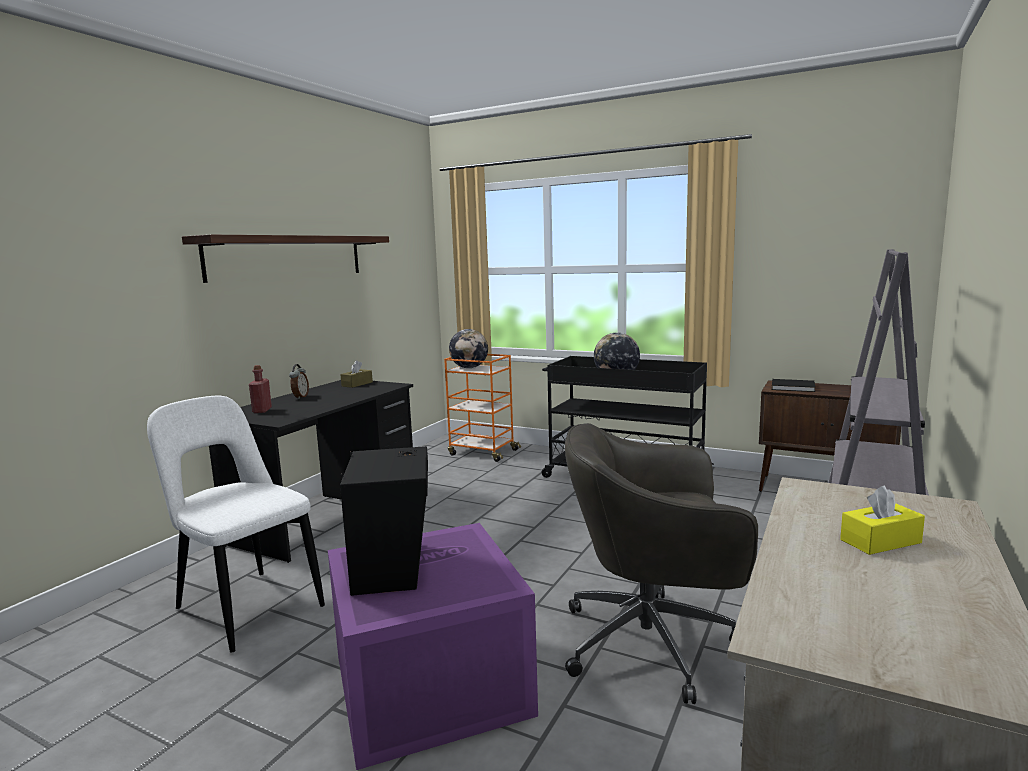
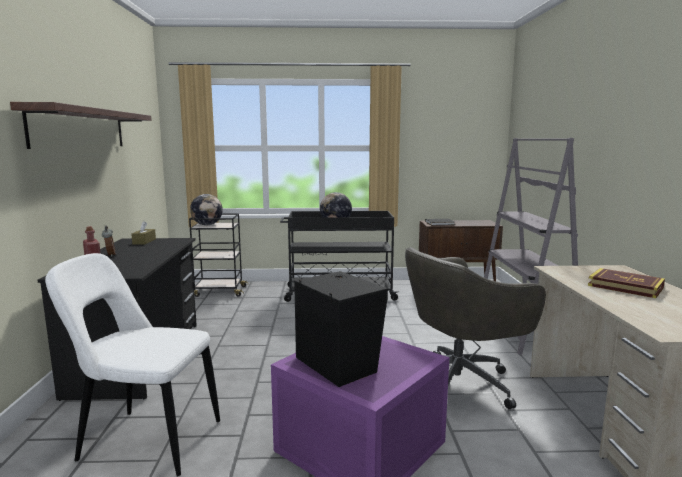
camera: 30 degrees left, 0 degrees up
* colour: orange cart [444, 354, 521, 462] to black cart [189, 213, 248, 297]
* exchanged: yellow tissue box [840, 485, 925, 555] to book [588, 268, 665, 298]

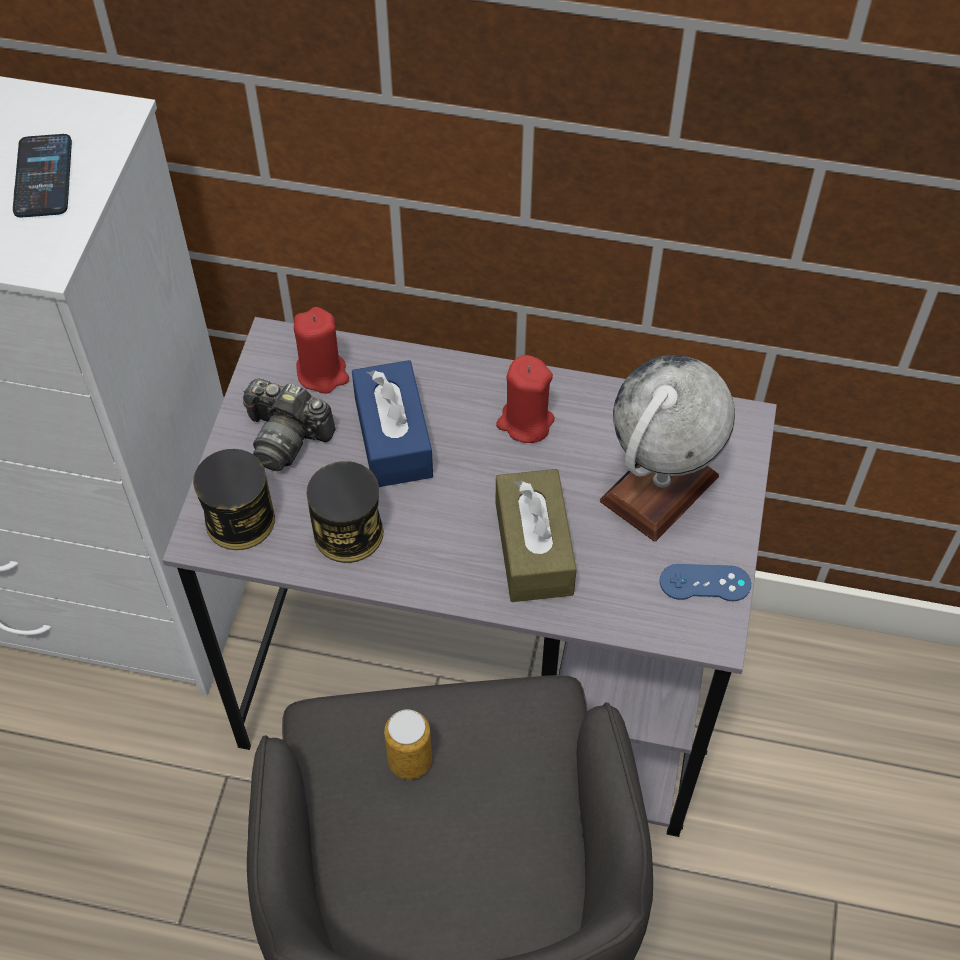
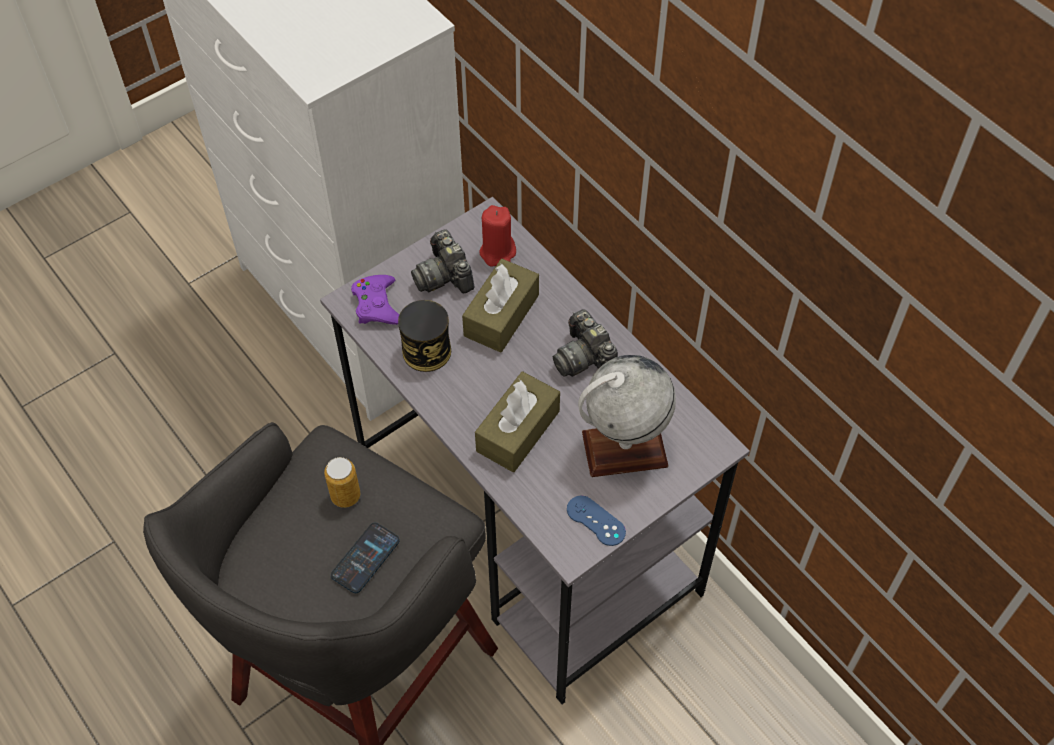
camera: 40 degrees right, 0 degrees up
* relocated: phone [13, 134, 72, 217] to [331, 523, 400, 593]
* exchanged: can [193, 449, 275, 550] to purple game controller [351, 275, 399, 325]
* colour: blue tissue box [352, 360, 433, 487] to brown tissue box [462, 259, 539, 353]
* exchanged: red candle [496, 355, 555, 443] to photo camera [553, 310, 618, 377]

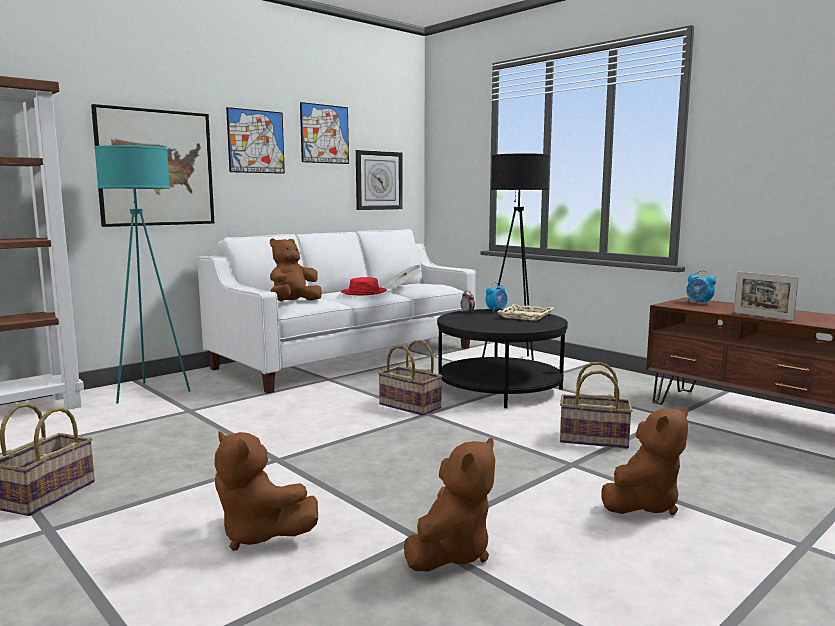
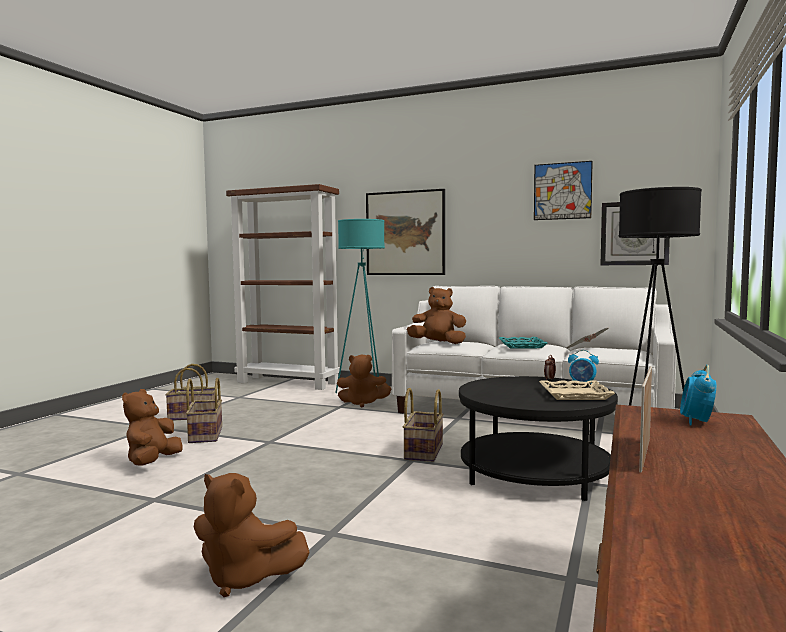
camera: 65 degrees right, 5 degrees down
* missing: picture [226, 107, 285, 174]
* exchanged: red hat [341, 277, 387, 295] to turquoise tray [499, 337, 547, 349]
* relocated: brown plush toy [404, 438, 495, 572] to [337, 354, 391, 408]
* relocated: basket [560, 362, 633, 449] to [186, 378, 222, 443]

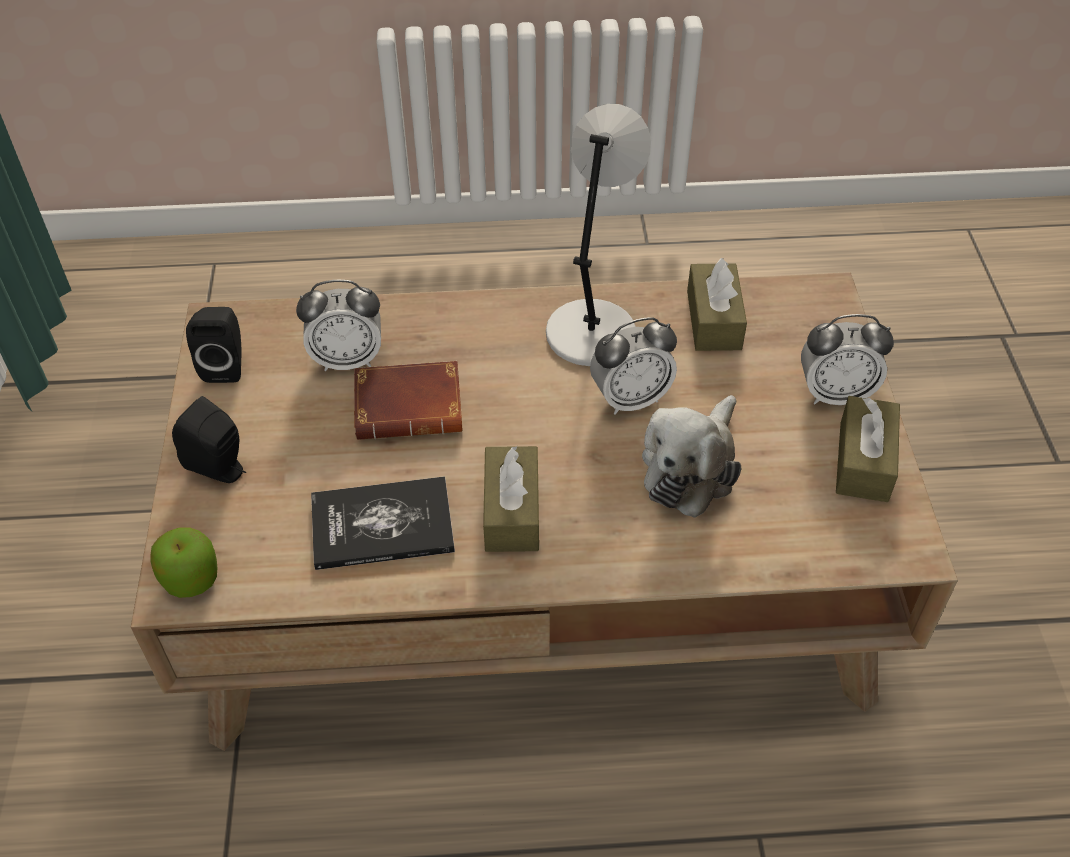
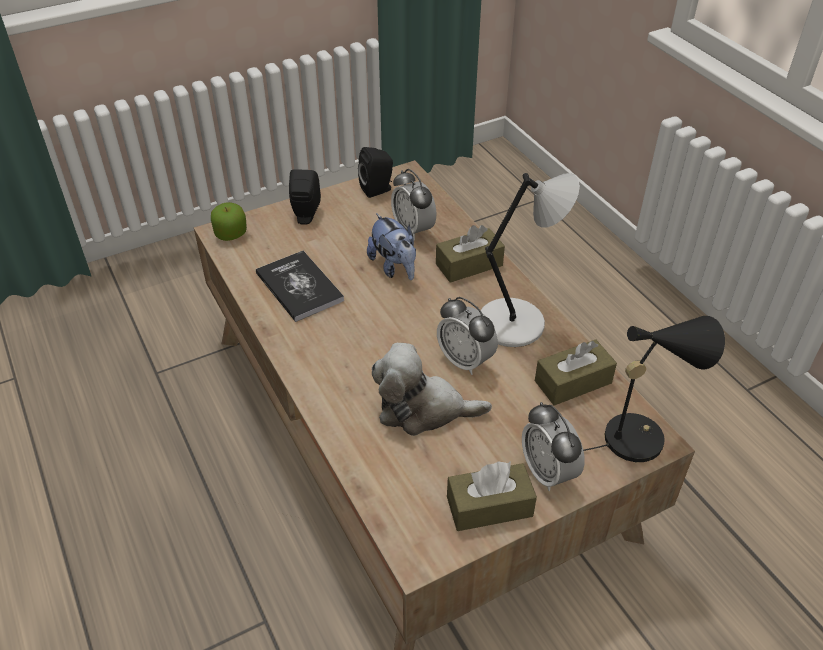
camera: 65 degrees right, 5 degrees down
* exchanged: brown book [354, 361, 463, 440] to plush toy [367, 213, 416, 280]
* relocated: brown tissue box [483, 446, 539, 552] to [436, 225, 505, 283]
* appeared: black table lamp [583, 316, 725, 462]

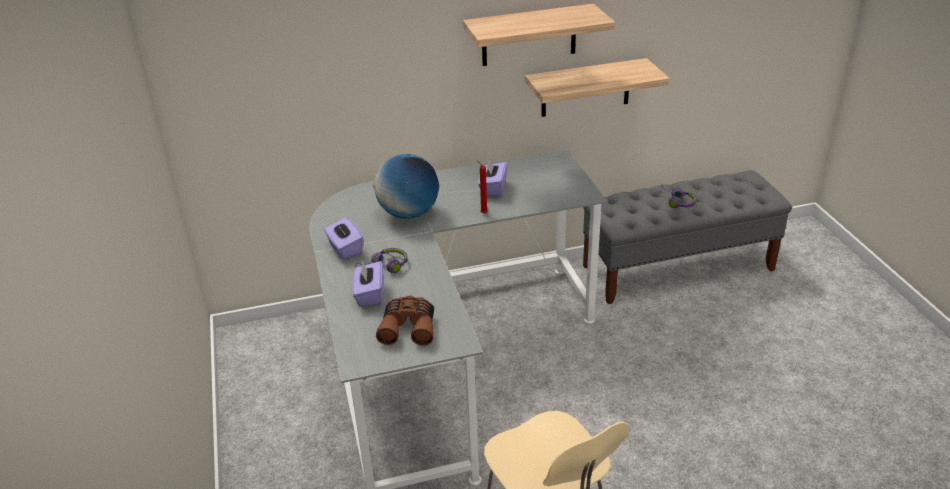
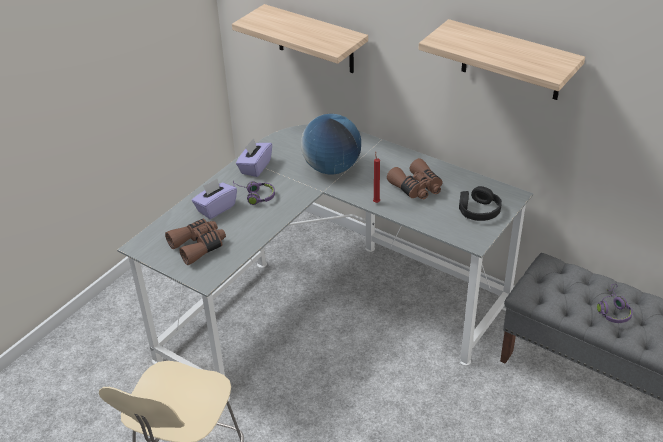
camera: 50 degrees right, 5 degrees up
* exchanged: purple tissue box [478, 158, 508, 197] to brown binoculars [387, 158, 442, 199]
* relocated: shelf [525, 58, 670, 117] to [232, 4, 368, 73]
* appeared: black headphones [459, 186, 502, 221]

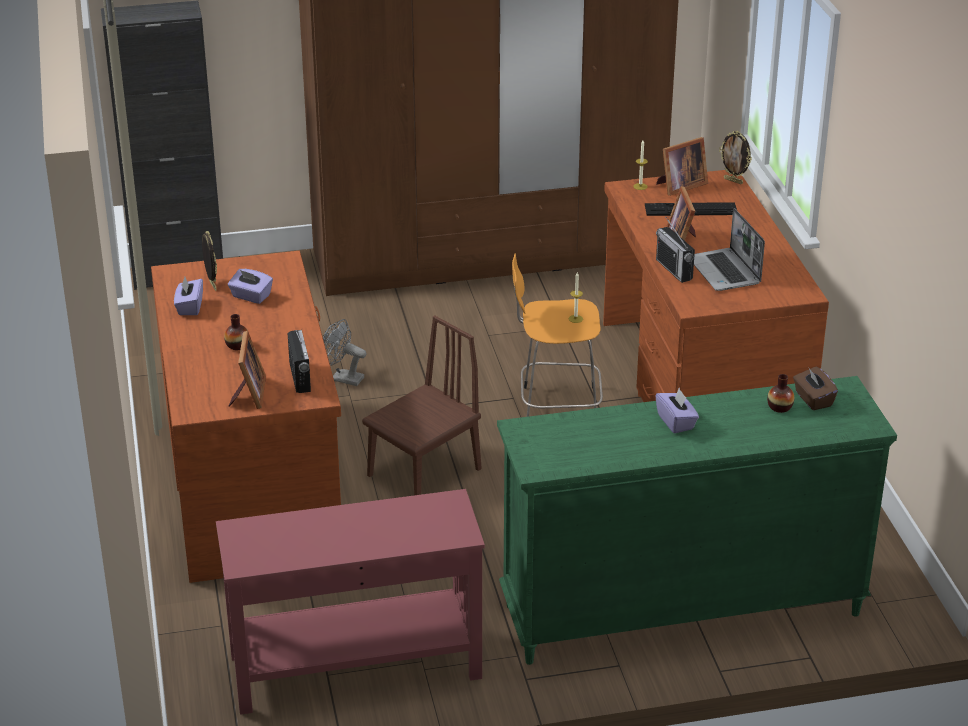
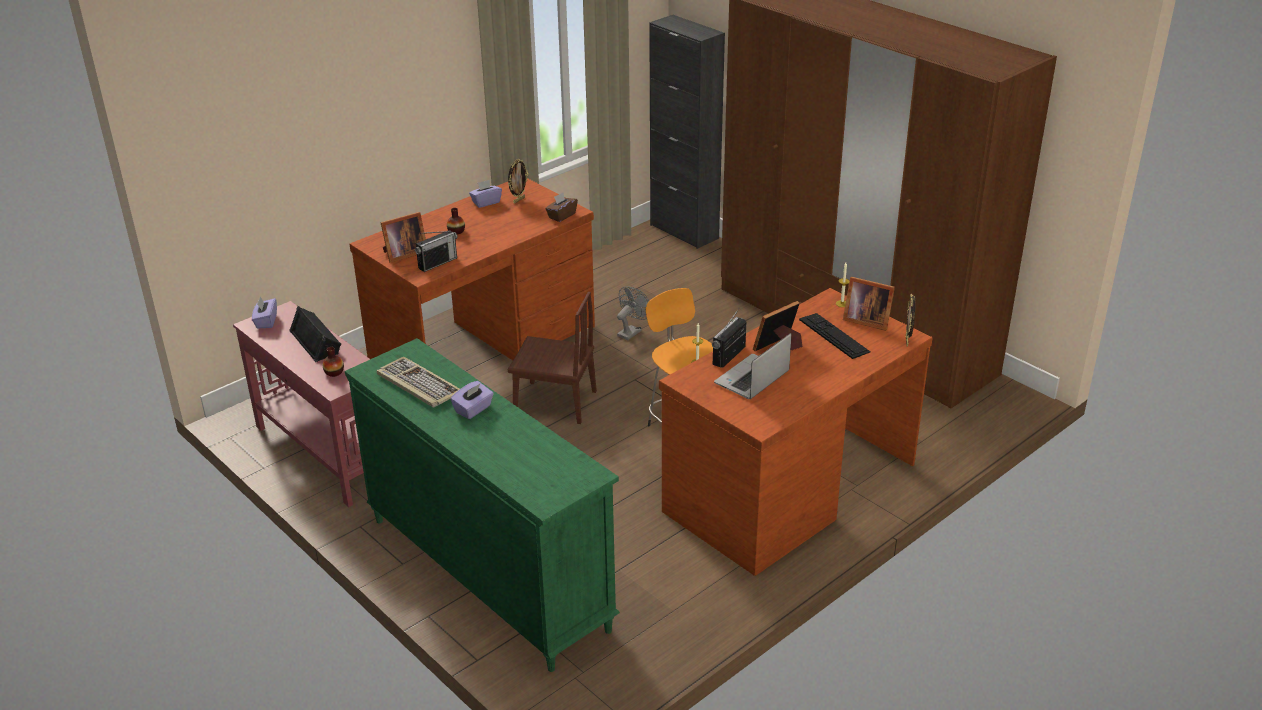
camera: 60 degrees right, 0 degrees up
* relocated: purple tissue box [228, 269, 273, 304] to [252, 297, 277, 328]
* spun: grey fan [323, 319, 367, 386] = [617, 286, 649, 340] 45 degrees clockwise
* relocated: vase [767, 374, 794, 413] to [323, 347, 344, 377]
* relocated: brown tissue box [793, 367, 838, 410] to [545, 193, 578, 222]
* appeared: black speaker [289, 306, 341, 362]
* appeared: keyboard [377, 357, 460, 408]

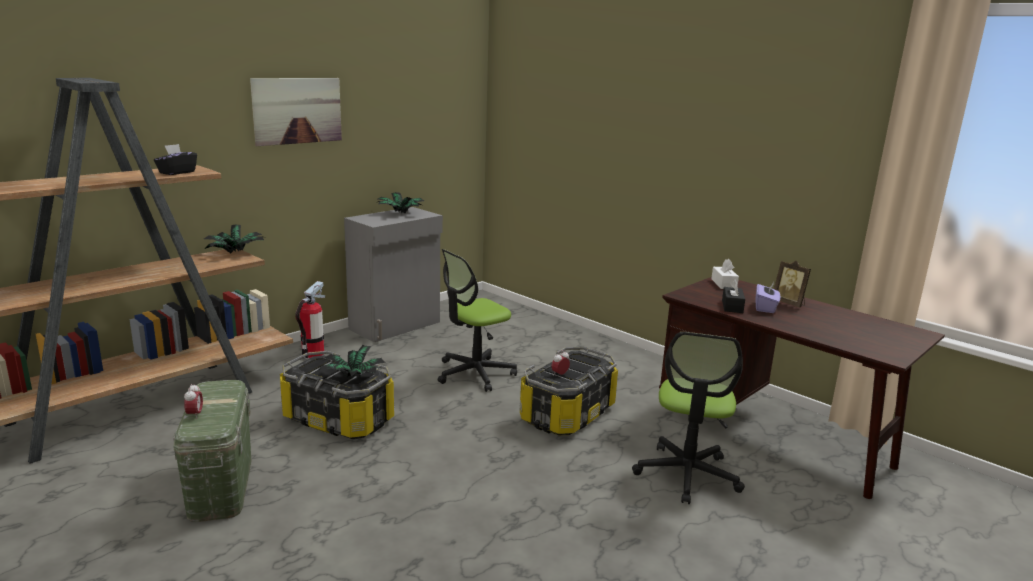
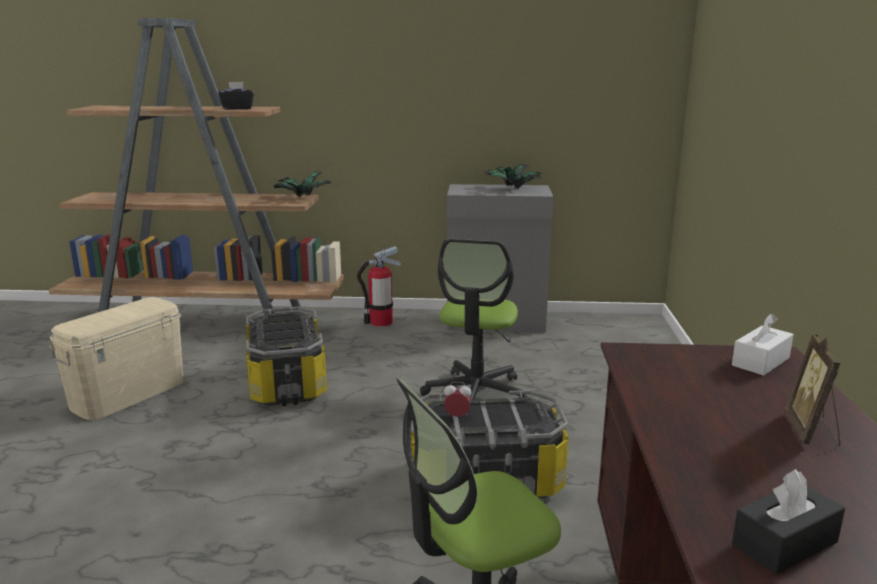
camera: 50 degrees right, 0 degrees up
* colour: green storage box [173, 380, 251, 522] to beige storage box [49, 297, 184, 420]
* missing: alarm clock [184, 383, 203, 419]
* missing: picture [250, 78, 342, 146]
* missing: potted plant [318, 345, 386, 378]
* spun: office chair [438, 249, 517, 392] = [420, 239, 529, 399] 90 degrees counterclockwise
* relocated: black tissue box [722, 279, 745, 313] to [732, 469, 845, 575]
* missing: purple tissue box [756, 282, 780, 313]

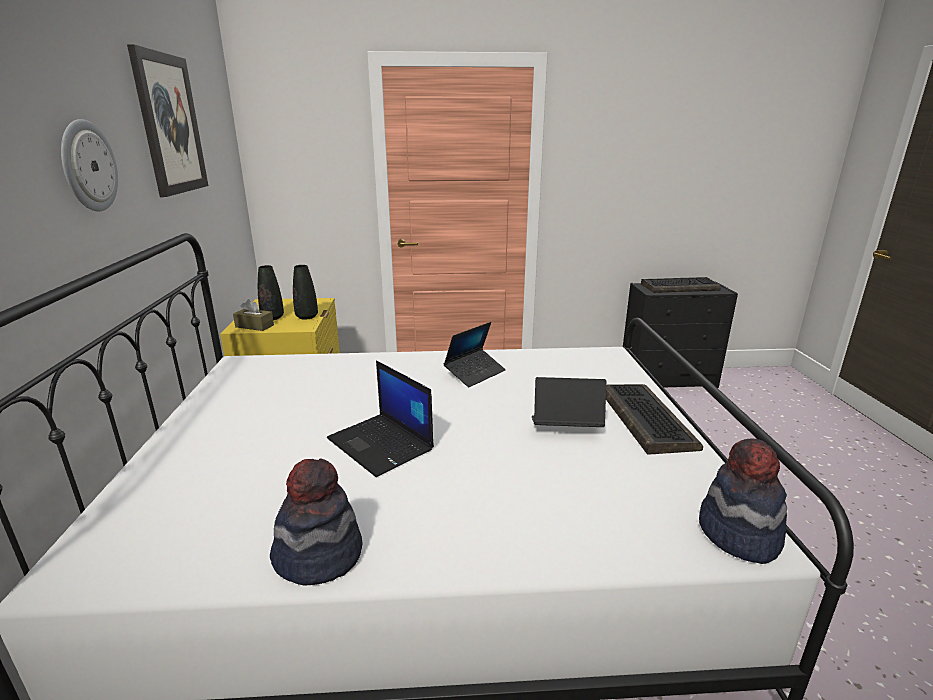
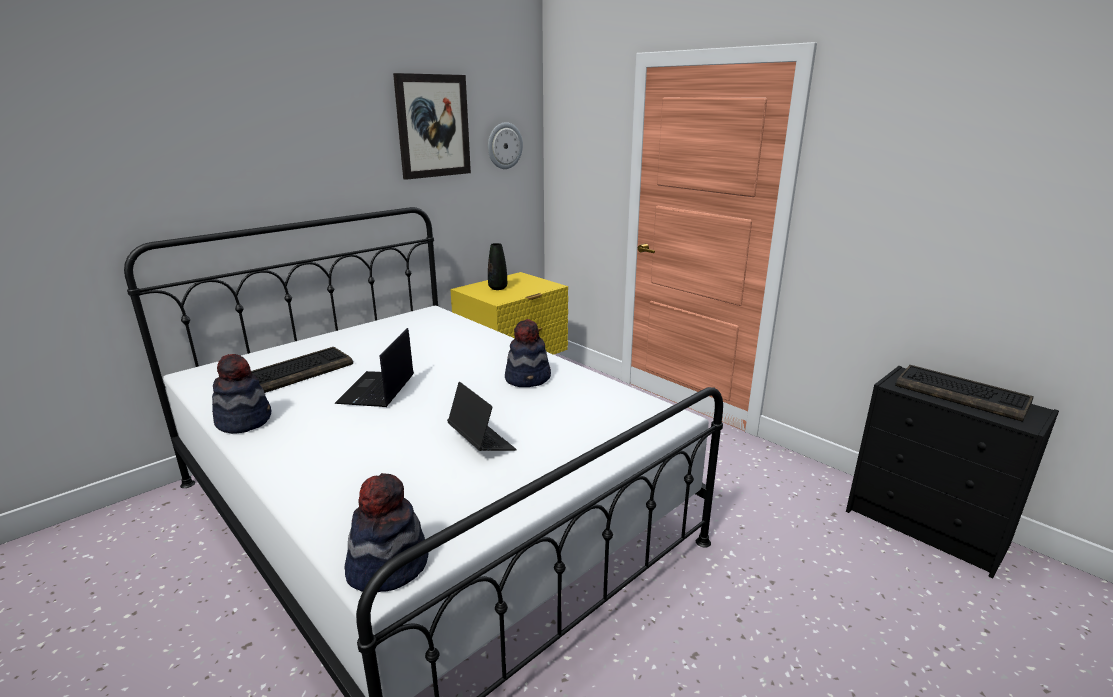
camera: 50 degrees right, 0 degrees up
* relocated: wall clock [61, 119, 118, 211] to [488, 122, 523, 169]
* missing: brown tissue box [233, 299, 274, 331]
* missing: black vase [293, 265, 318, 320]
* exchanged: laptop [443, 322, 506, 387] to hat [505, 319, 551, 387]
* relocated: keyboard [606, 384, 703, 455] to [251, 347, 353, 393]

